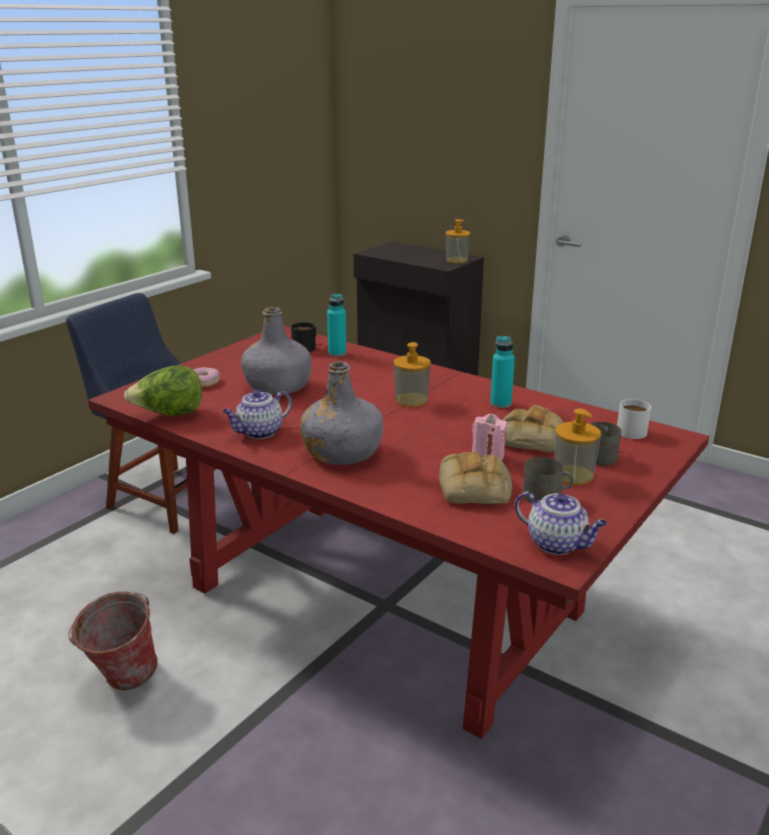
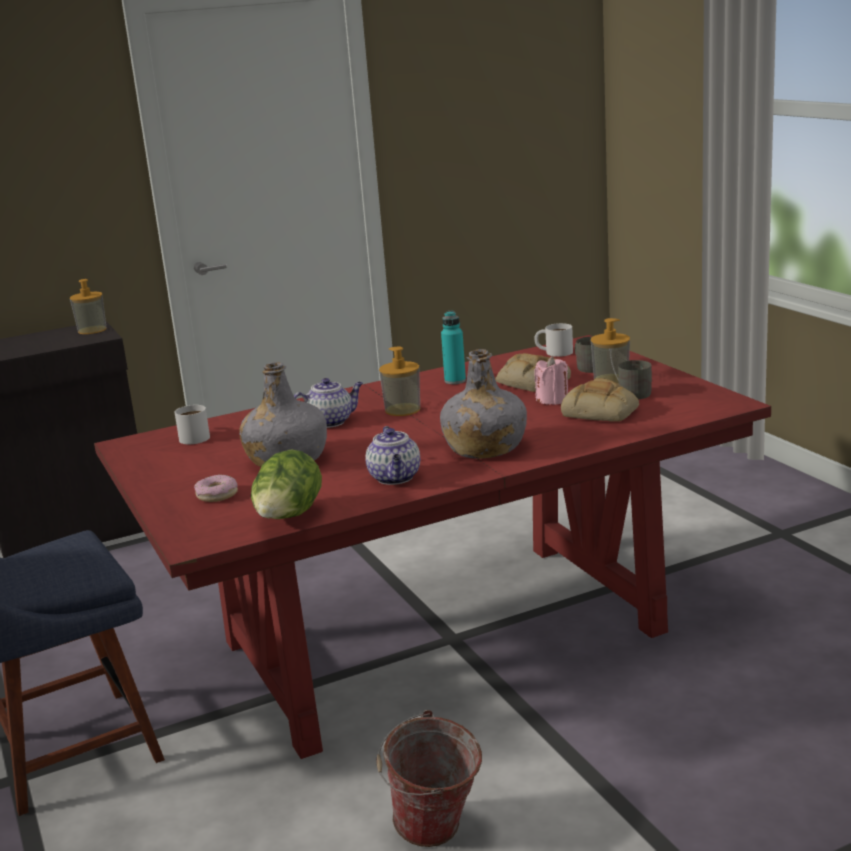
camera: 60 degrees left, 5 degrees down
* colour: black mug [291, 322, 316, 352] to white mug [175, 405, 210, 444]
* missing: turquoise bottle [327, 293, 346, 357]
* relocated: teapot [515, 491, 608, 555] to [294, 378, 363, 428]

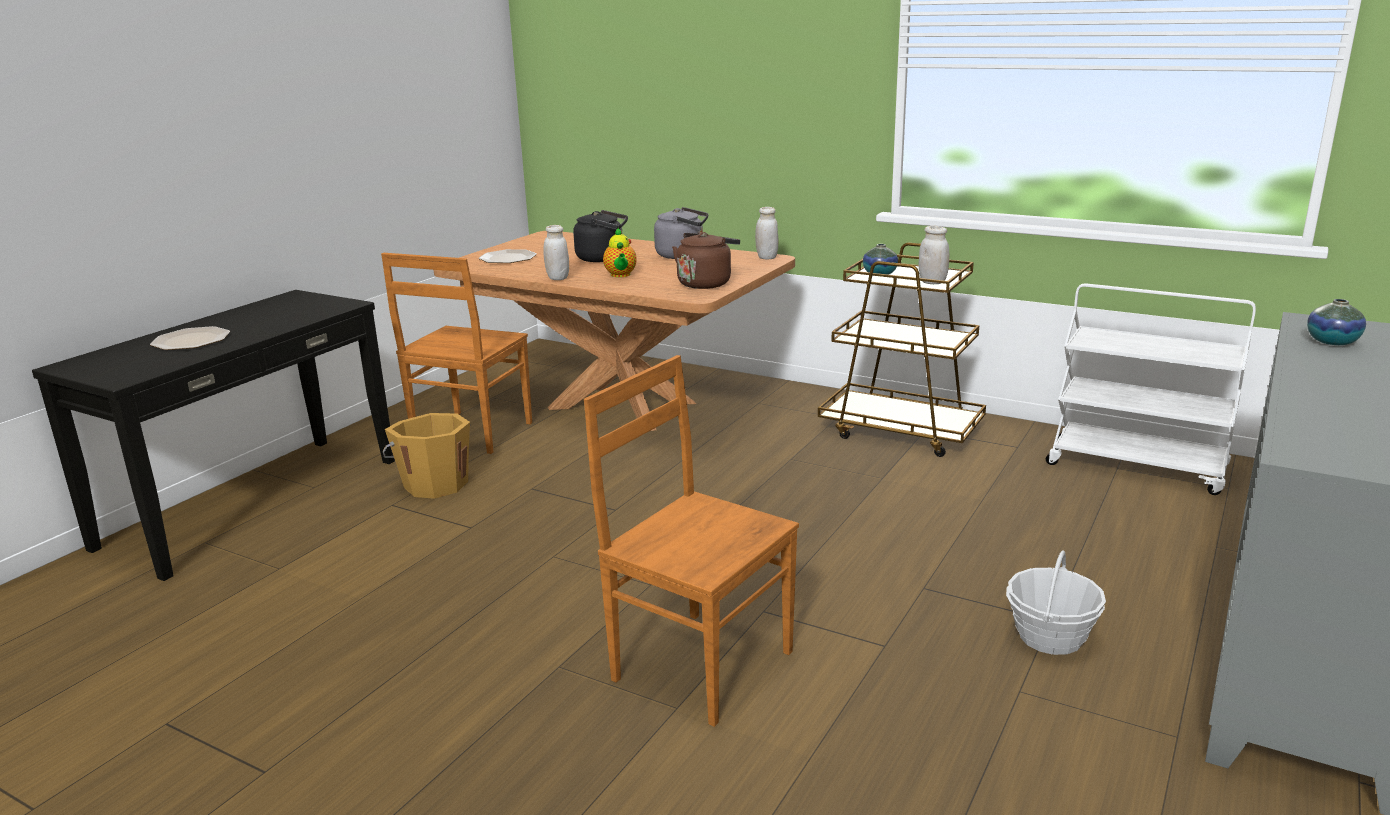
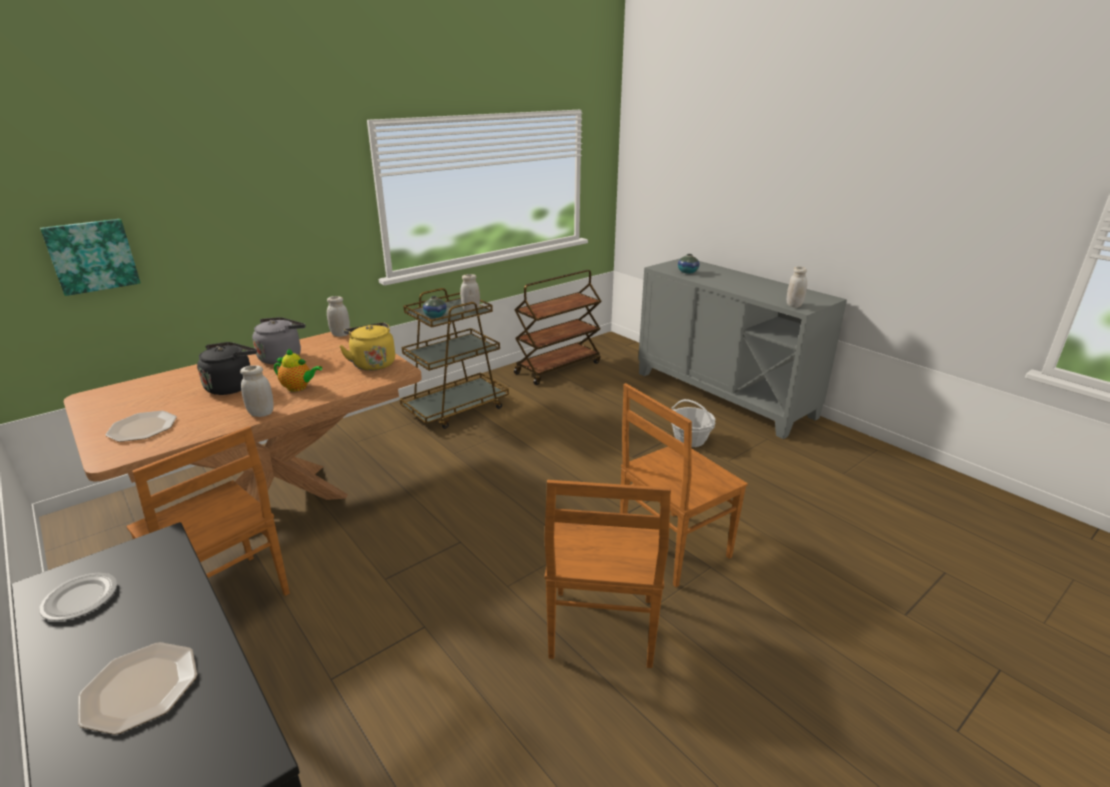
camera: 70 degrees left, 5 degrees up
* missing: orange bucket [383, 413, 471, 499]
* colour: brown kettle [672, 232, 740, 289] to yellow kettle [340, 322, 395, 371]
* colour: white cart [1046, 283, 1256, 495] to brown cart [514, 270, 602, 385]
* appeared: plate [39, 573, 117, 621]
* appeared: picture [40, 219, 141, 296]
* appeared: brown chair [544, 480, 671, 668]
* appeared: white jar [787, 266, 807, 308]

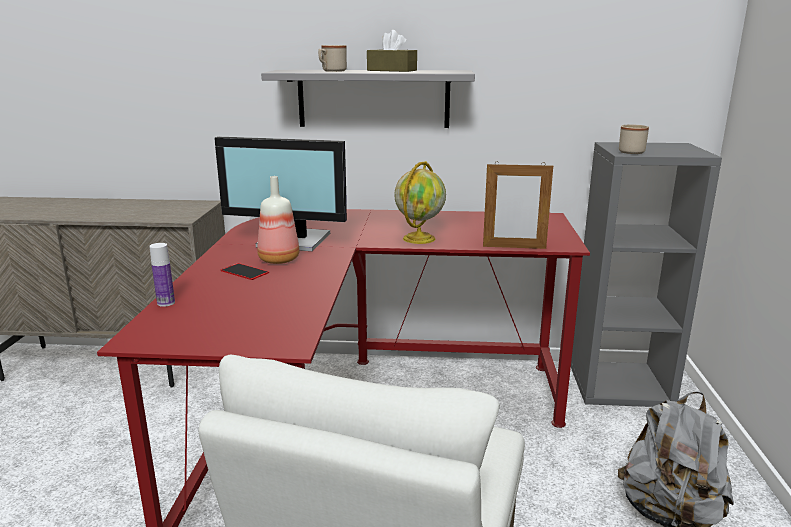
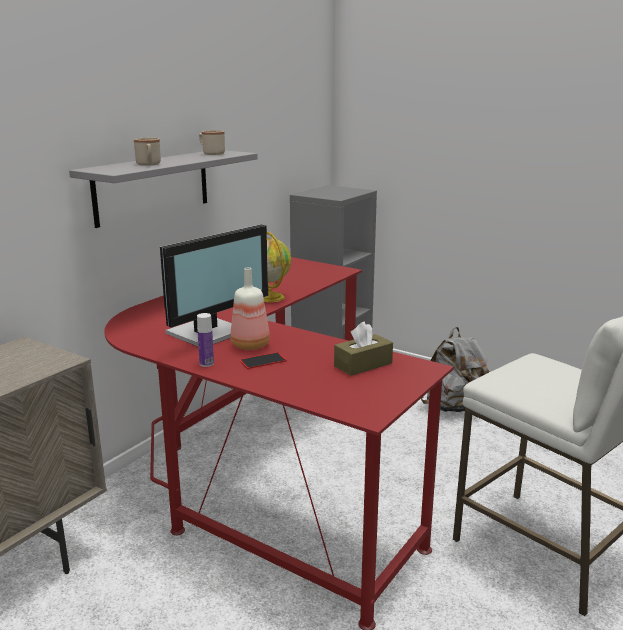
camera: 60 degrees left, 0 degrees up
* relocated: bottle [149, 243, 175, 307] to [197, 313, 214, 367]
* relocated: brown tissue box [367, 30, 417, 72] to [334, 322, 393, 376]
* missing: picture frame [483, 161, 553, 249]
* relocated: beige mug [619, 124, 649, 154] to [199, 130, 225, 155]

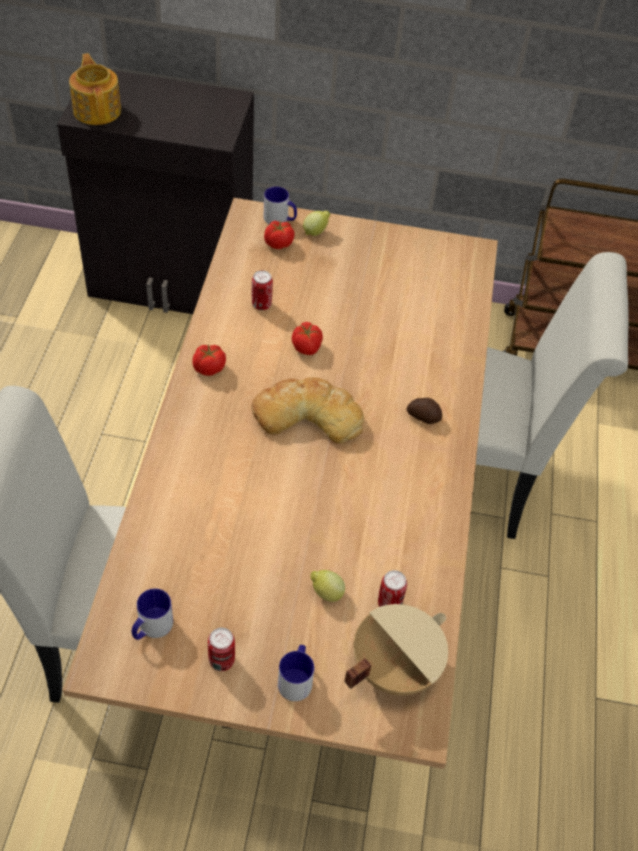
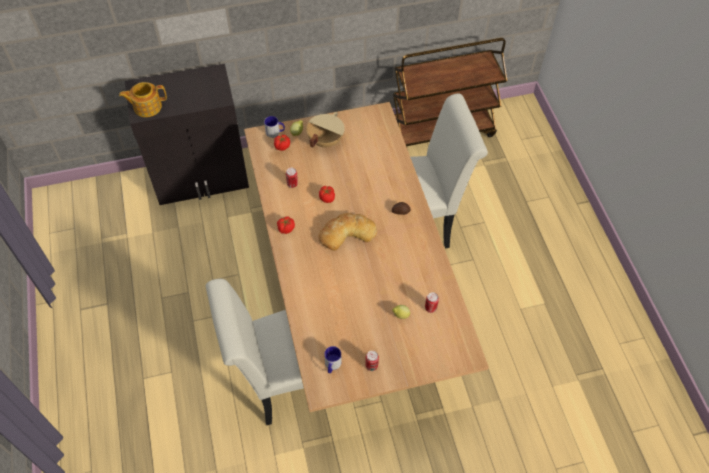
camera: 20 degrees left, 5 degrees up
* spun: teapot [69, 53, 121, 125] = [119, 82, 167, 117] 60 degrees counterclockwise
* missing: mug [278, 645, 314, 701]
* relocated: beige cooking pot [345, 604, 448, 696] to [306, 112, 345, 148]

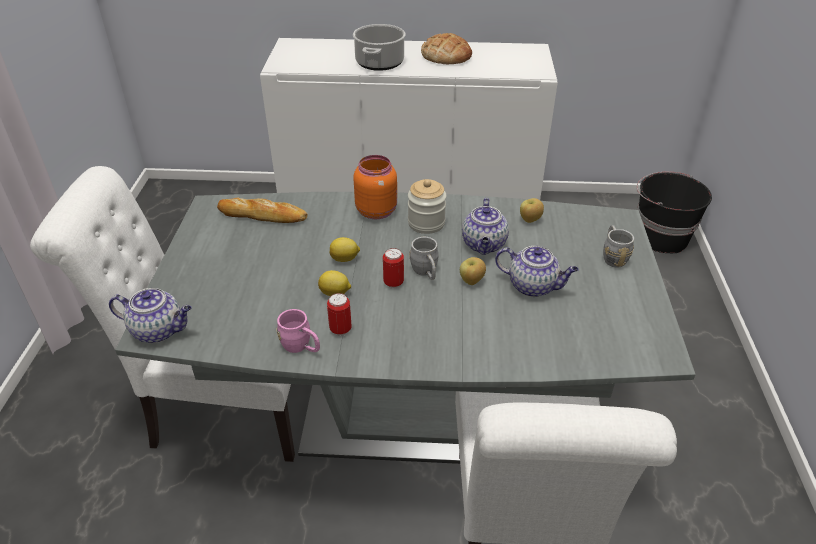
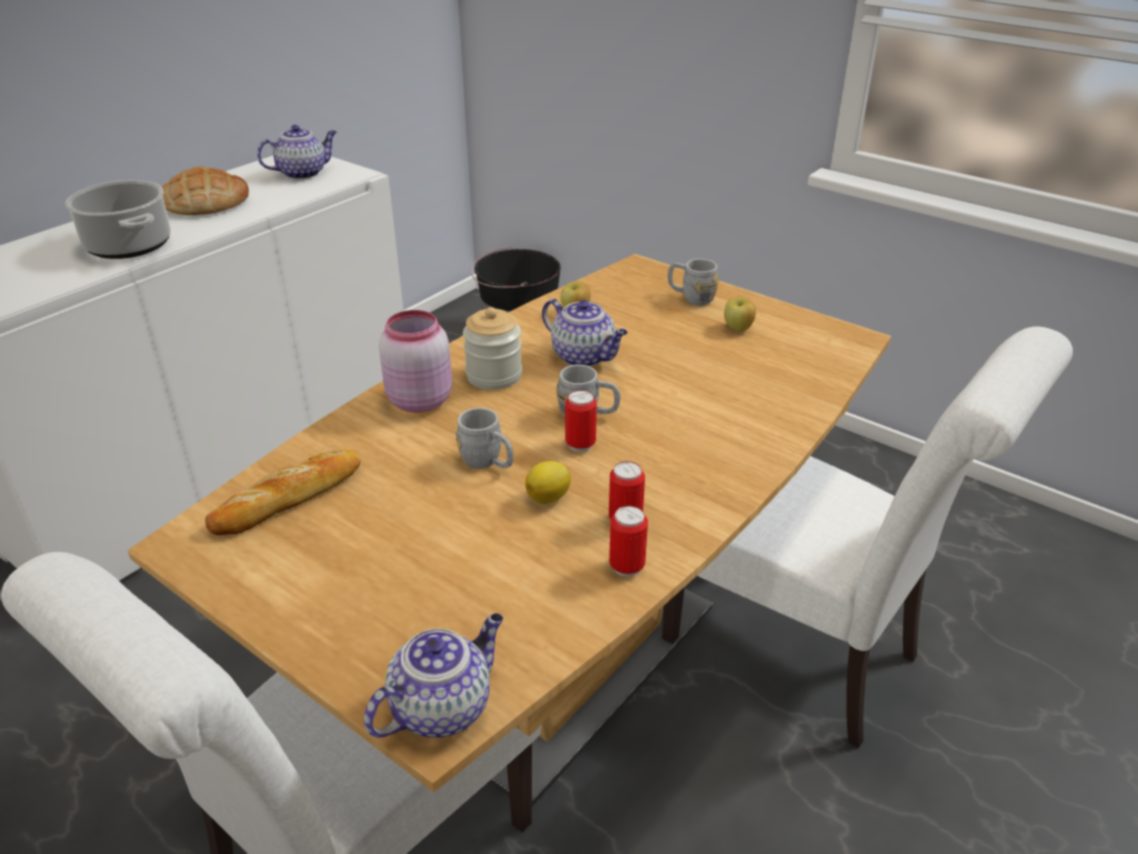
camera: 55 degrees left, 5 degrees down
* colour: grey dining table [115, 192, 696, 464] to brown dining table [128, 254, 891, 806]
* exchanged: pink mug [276, 309, 320, 353] to can [609, 506, 648, 577]
* exchanged: lemon [329, 237, 360, 262] to grey mug [456, 408, 513, 469]
* colour: orange jar [354, 155, 397, 219] to pink jar [379, 310, 452, 412]
* relocated: apple [460, 257, 486, 285] to [724, 296, 756, 331]
* relocated: teapot [495, 246, 579, 297] to [257, 125, 337, 179]

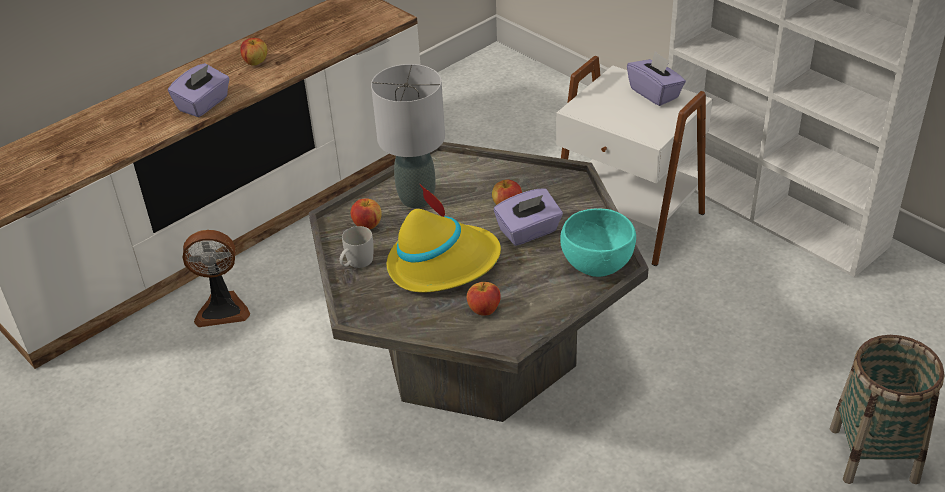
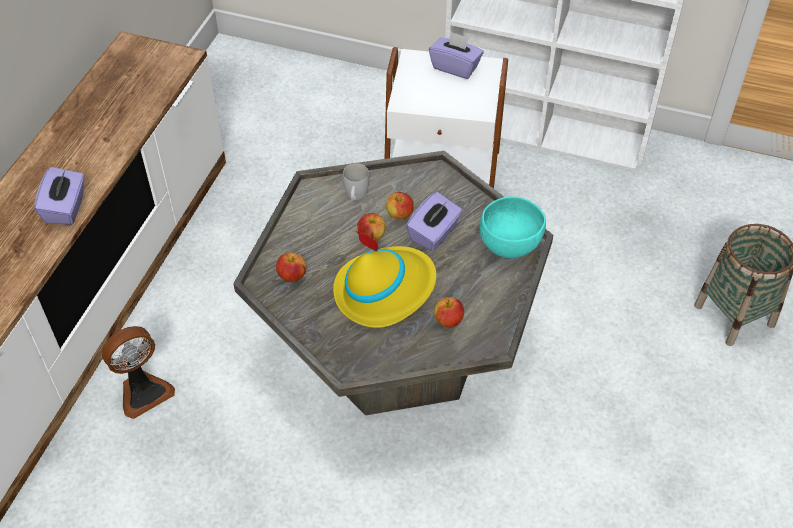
camera: 30 degrees left, 10 degrees up
* relocated: apple [240, 38, 268, 66] to [357, 213, 386, 242]
* relocated: white mug [340, 226, 374, 268] to [343, 164, 369, 201]
* missing: grey table lamp [371, 64, 445, 208]

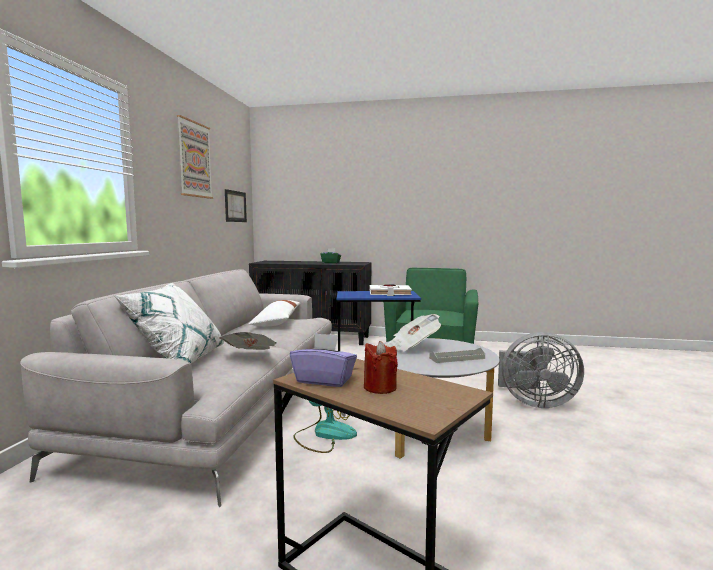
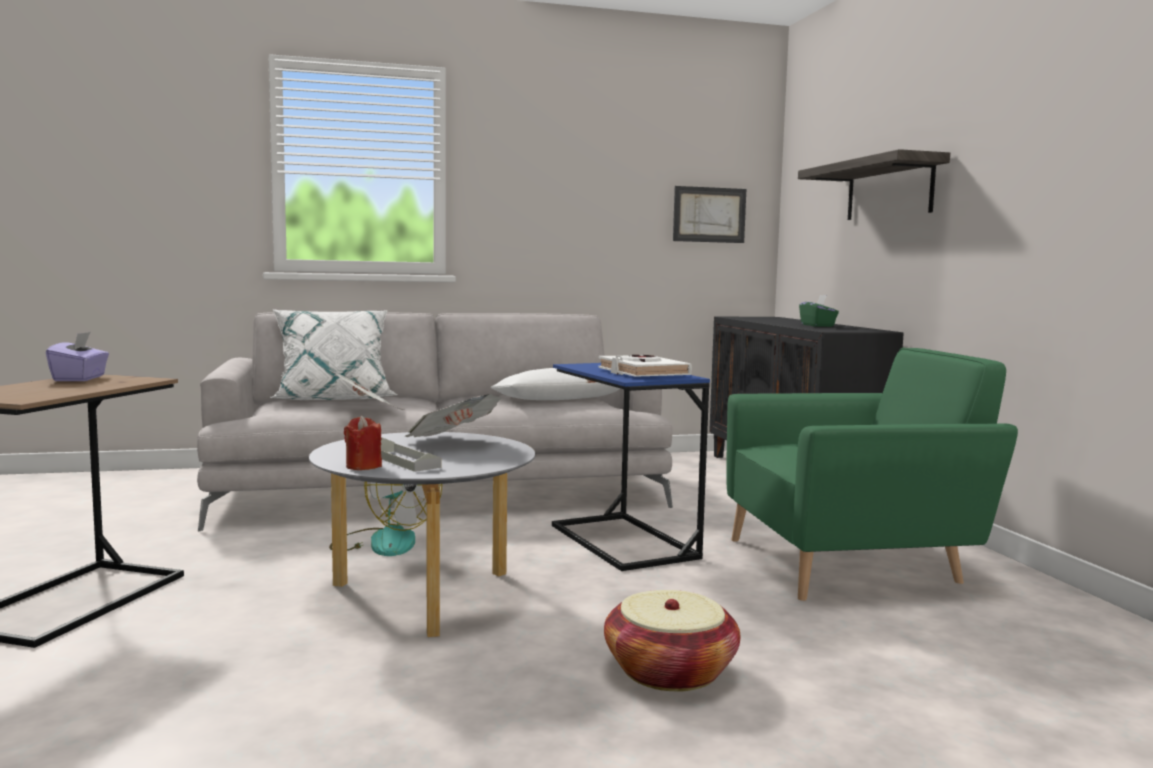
camera: 65 degrees right, 0 degrees up
* missing: picture [177, 115, 213, 199]
* relocated: red candle [364, 341, 398, 394] to [344, 416, 382, 470]
* exchanged: grey fan [498, 332, 584, 408] to basket [604, 590, 740, 691]
* appeared: shelf [798, 149, 950, 220]

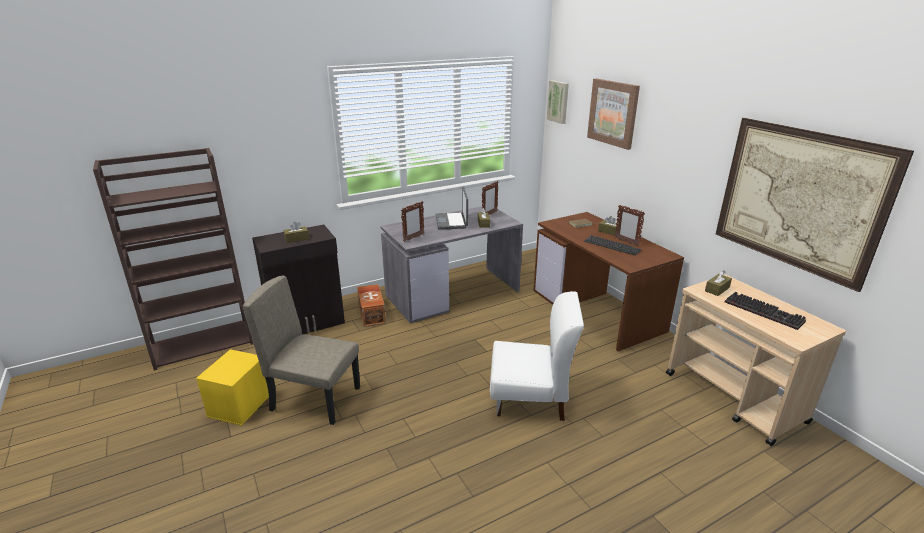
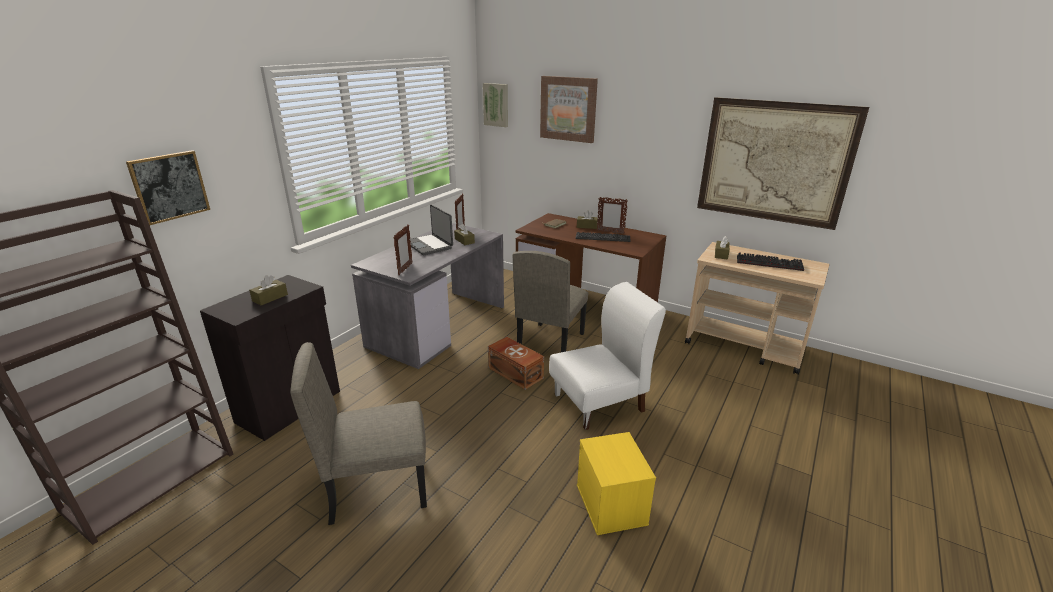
camera: 30 degrees left, 0 degrees up
* relocated: yellow storage box [196, 349, 269, 426] to [577, 432, 656, 535]
* relocated: brown storage box [357, 284, 386, 327] to [488, 337, 544, 390]
* appeared: picture [126, 150, 210, 225]
* appeared: beige chair [513, 251, 588, 352]

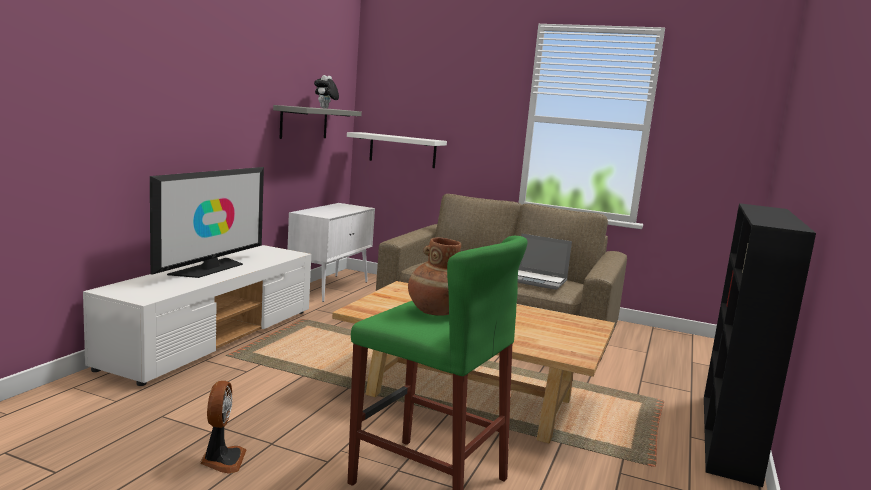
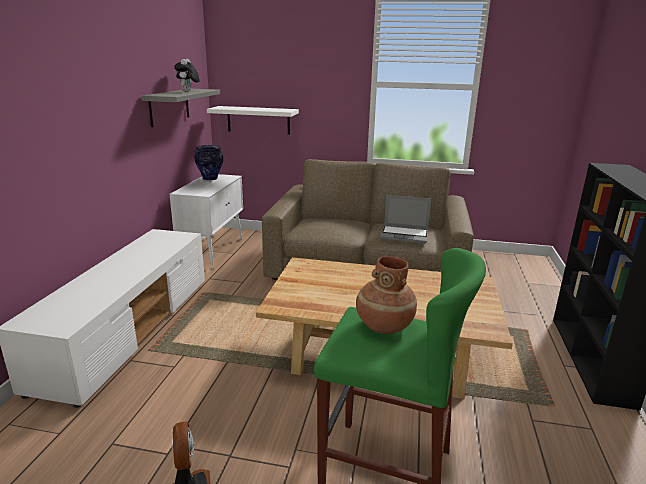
camera: 10 degrees left, 10 degrees up
* missing: television [150, 167, 264, 278]
* appeared: vase [194, 145, 224, 180]

